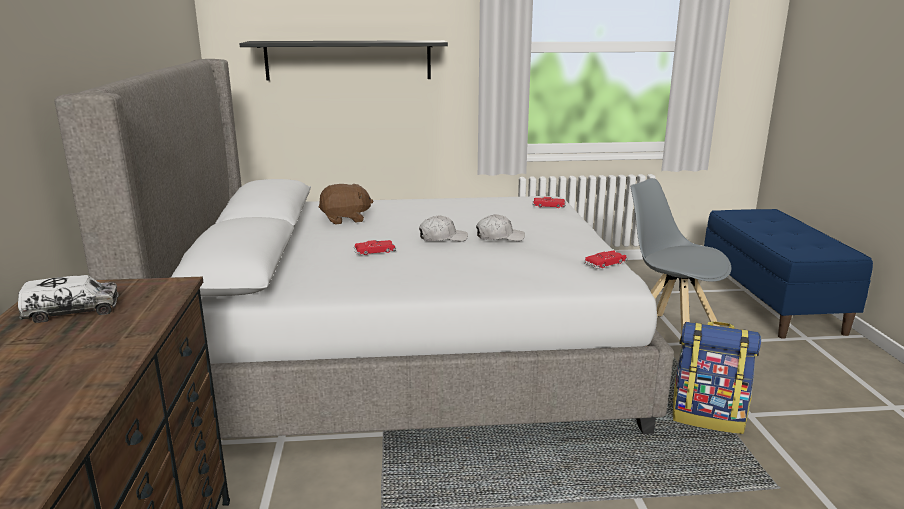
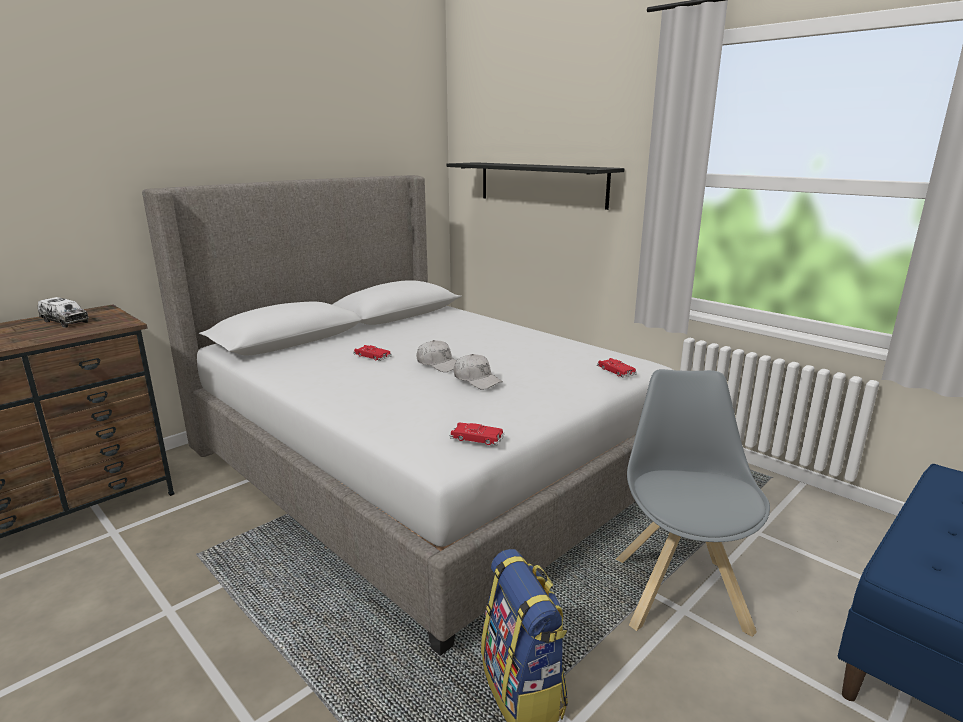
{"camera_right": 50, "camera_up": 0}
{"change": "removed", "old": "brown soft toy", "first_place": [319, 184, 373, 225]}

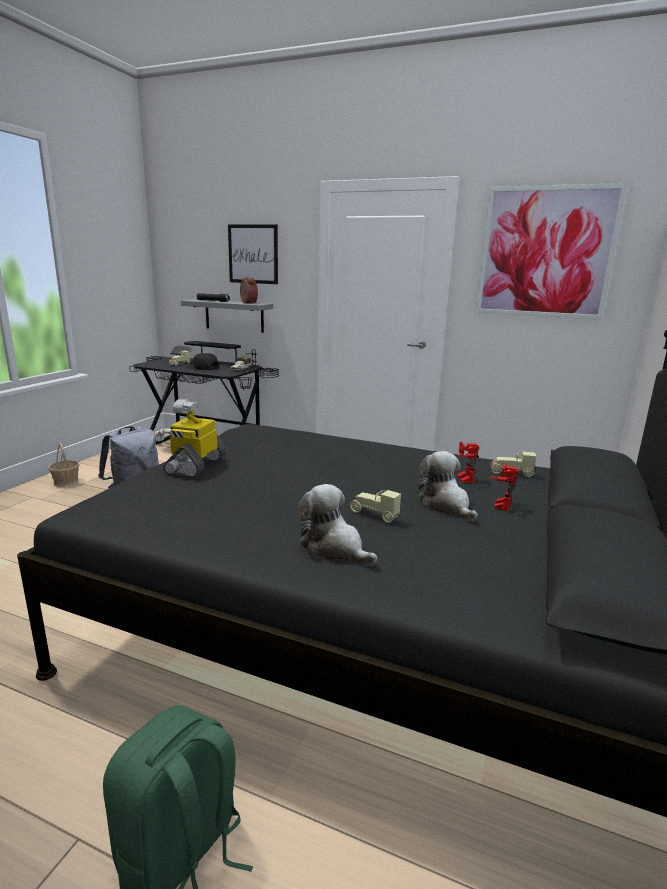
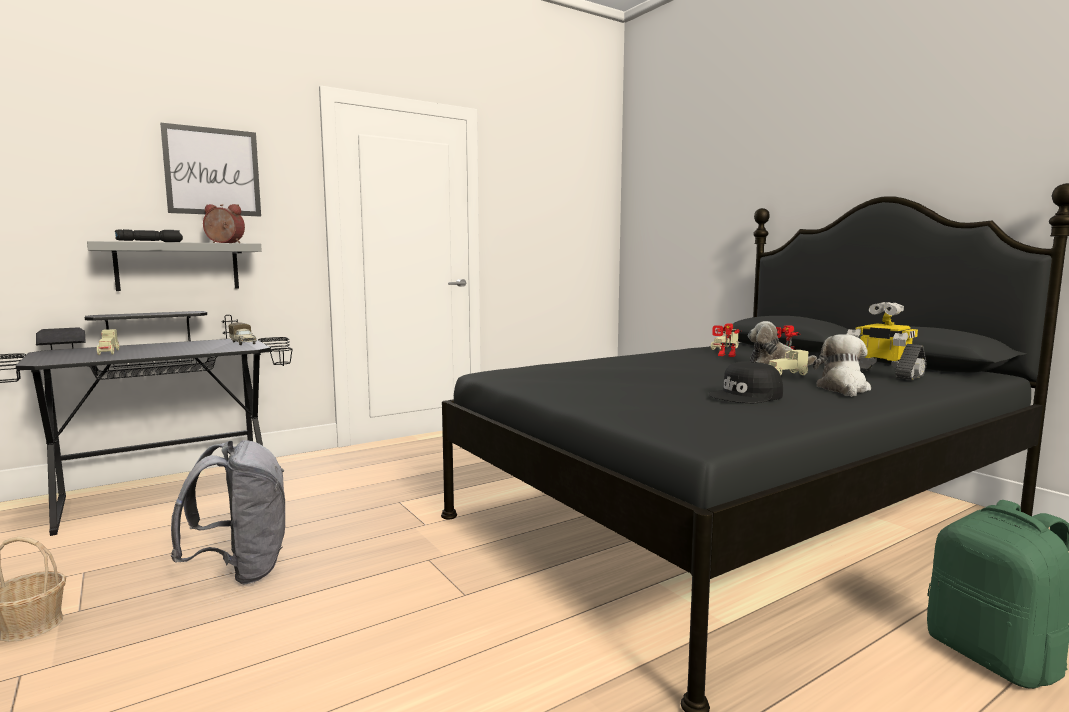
{"camera_right": -55, "camera_up": -10}
{"change": "removed", "old": "picture", "first_place": [476, 183, 628, 320]}
{"change": "moved", "old": "toy robot", "first_place": [156, 399, 226, 478], "second_place": [847, 302, 926, 380]}
{"change": "moved", "old": "black cap", "first_place": [187, 353, 219, 370], "second_place": [708, 361, 783, 403]}
{"change": "turned", "old": "soft toy", "first_place": [298, 484, 377, 566], "second_place": [813, 334, 871, 397], "degrees": 120}

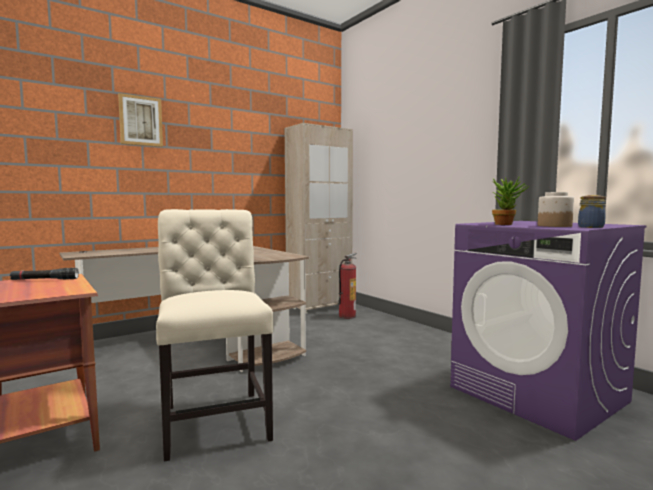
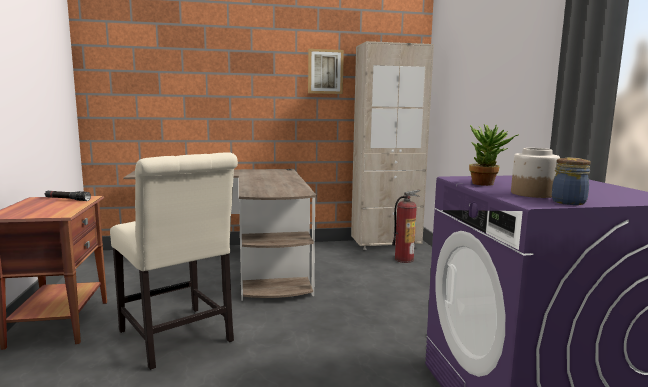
{"camera_right": 25, "camera_up": 5}
{"change": "moved", "old": "picture", "first_place": [118, 93, 163, 147], "second_place": [308, 49, 344, 94]}
{"change": "turned", "old": "sand-coloured upright chair", "first_place": [156, 209, 273, 462], "second_place": [110, 152, 238, 370], "degrees": 135}

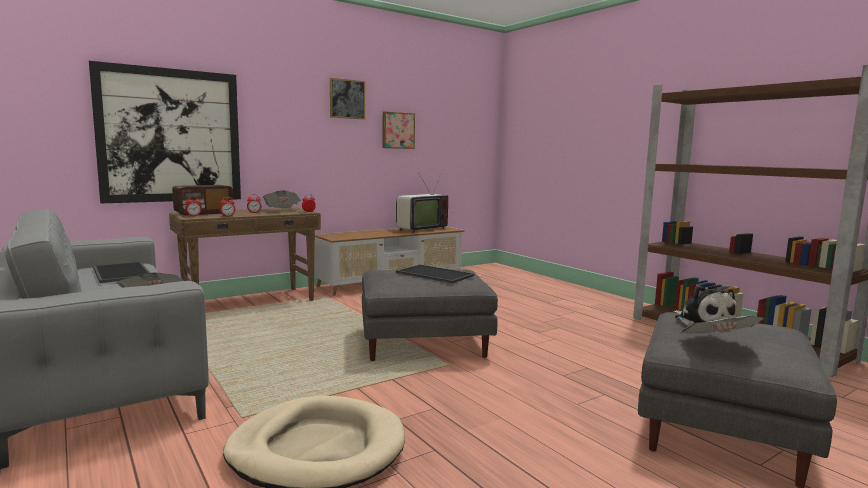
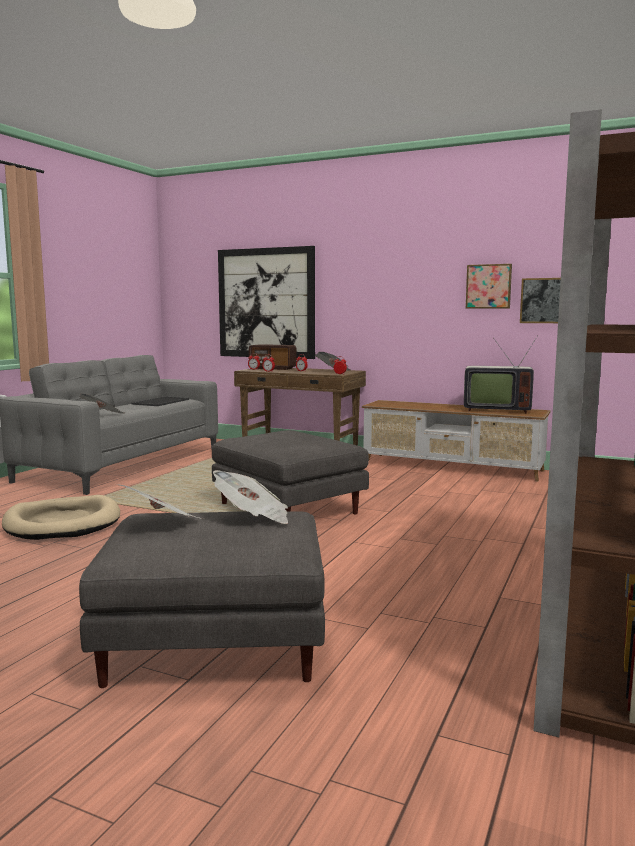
{"camera_right": 60, "camera_up": 0}
{"change": "removed", "old": "tray", "first_place": [396, 264, 474, 283]}
{"change": "moved", "old": "picture", "first_place": [330, 78, 365, 119], "second_place": [520, 278, 561, 323]}
{"change": "replaced", "old": "soft toy", "new": "newspaper", "first_place": [673, 286, 737, 326], "second_place": [213, 470, 288, 524]}

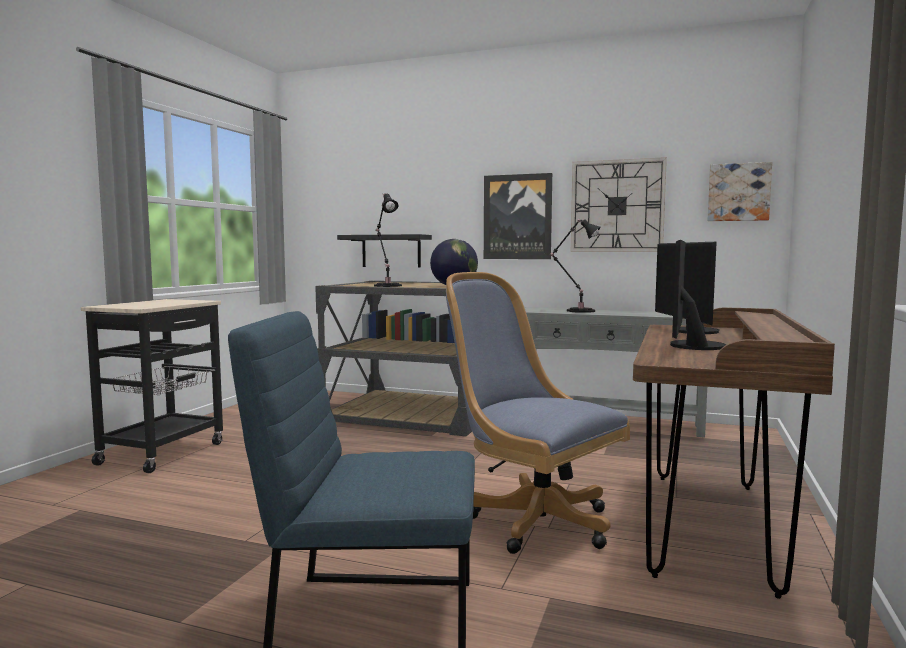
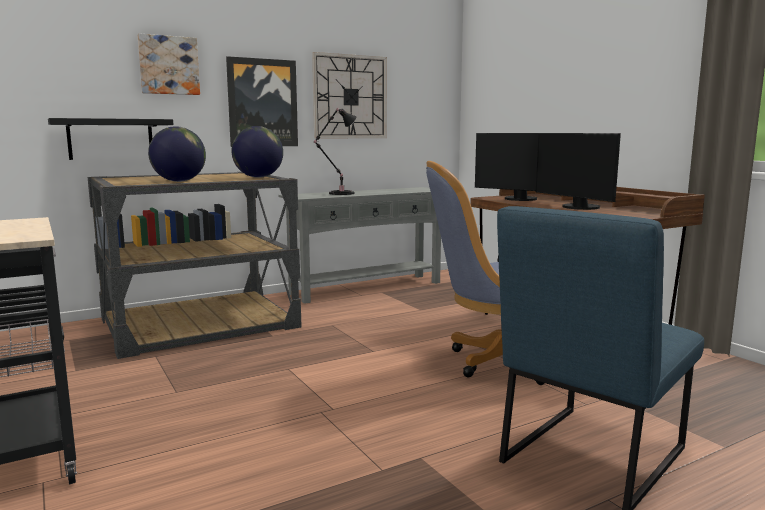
{"camera_right": -50, "camera_up": 5}
{"change": "moved", "old": "picture", "first_place": [708, 162, 772, 221], "second_place": [137, 33, 200, 95]}
{"change": "replaced", "old": "black lamp for a table", "new": "globe", "first_place": [374, 193, 402, 287], "second_place": [148, 127, 206, 182]}

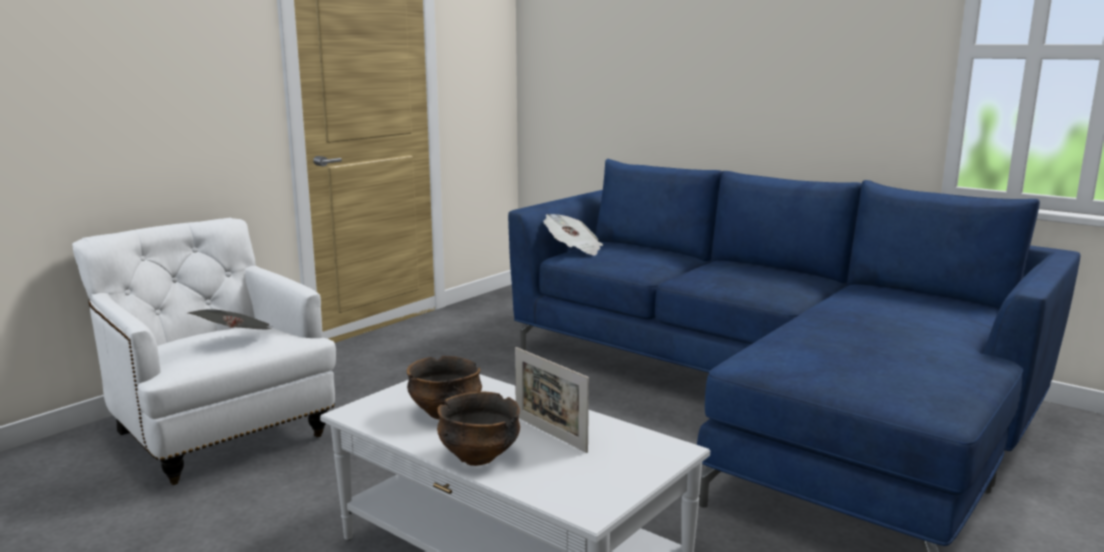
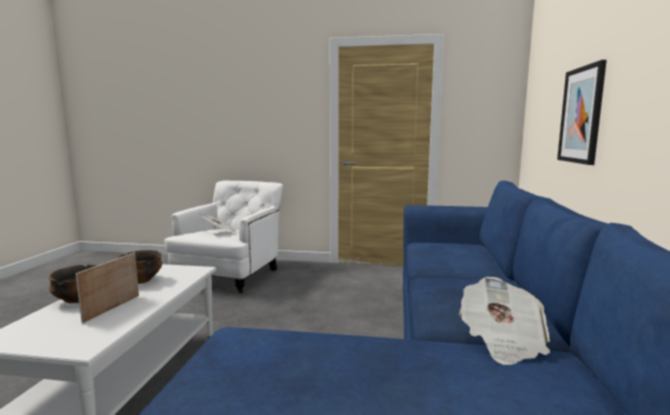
{"camera_right": 60, "camera_up": -5}
{"change": "added", "new": "picture", "second_place": [557, 60, 607, 165]}
{"change": "moved", "old": "newspaper", "first_place": [543, 214, 603, 256], "second_place": [459, 277, 550, 365]}

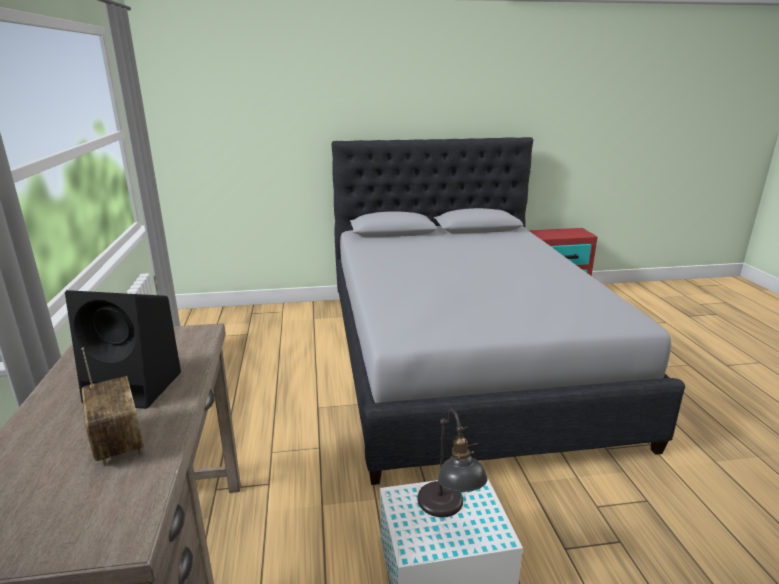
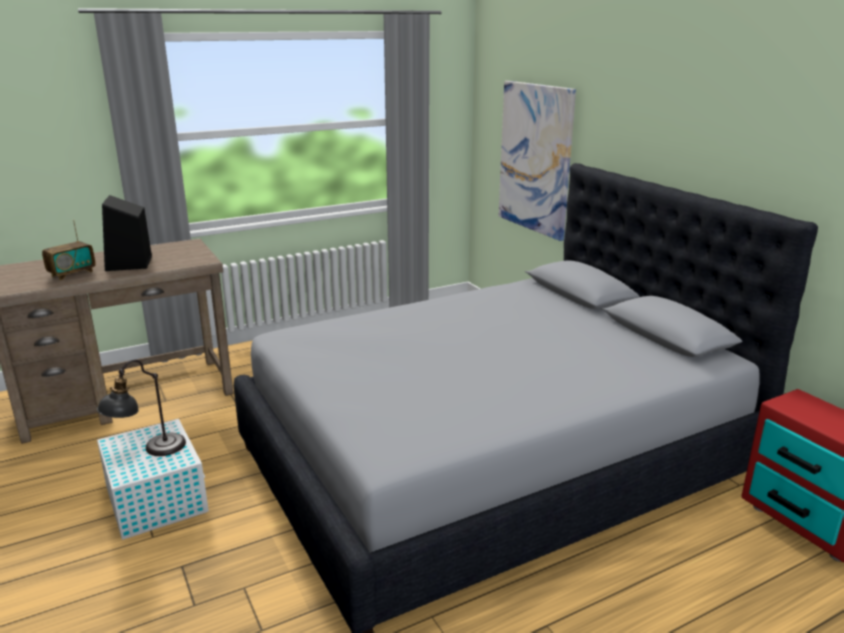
{"camera_right": 70, "camera_up": 0}
{"change": "added", "new": "picture", "second_place": [499, 81, 576, 241]}

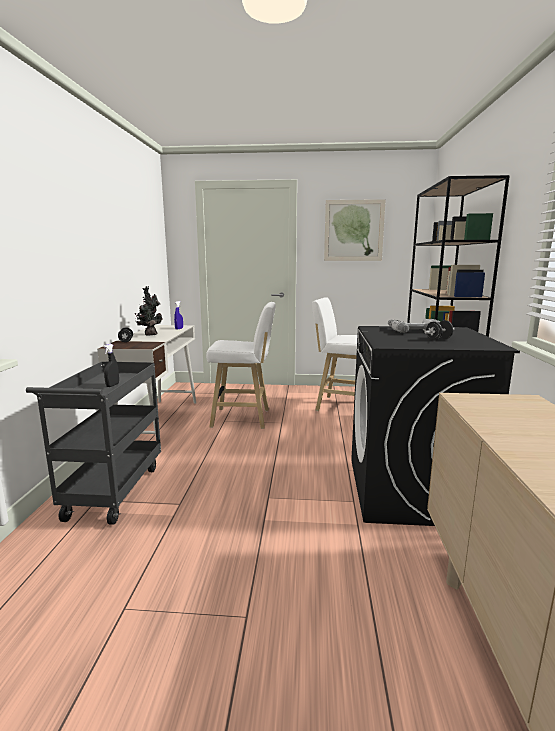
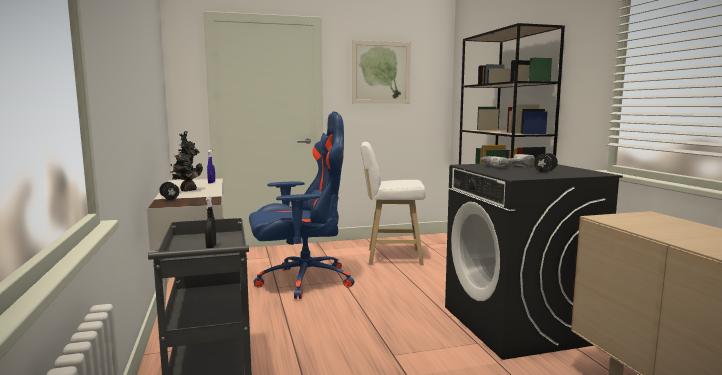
{"camera_right": -20, "camera_up": -5}
{"change": "replaced", "old": "white-coloured sitting stool", "new": "blue office chair", "first_place": [206, 302, 276, 429], "second_place": [249, 112, 355, 299]}

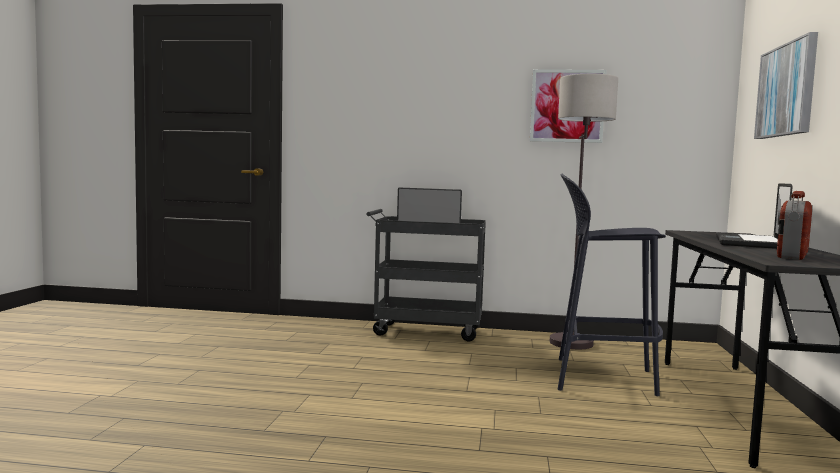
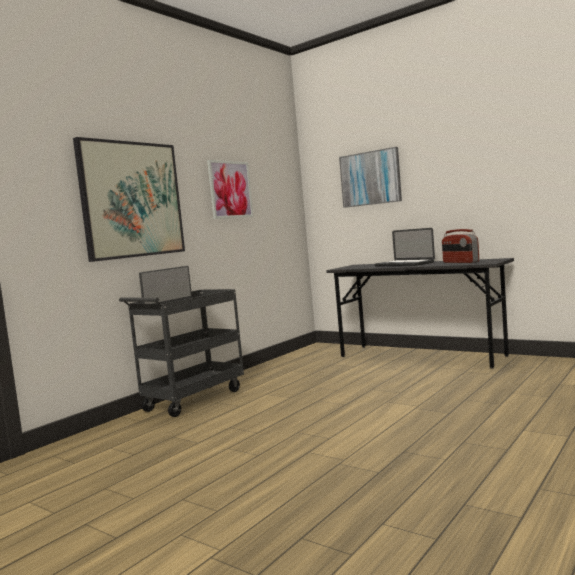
{"camera_right": -60, "camera_up": 0}
{"change": "removed", "old": "greyish standing lamp", "first_place": [550, 74, 618, 349]}
{"change": "removed", "old": "greyish sitting stool", "first_place": [557, 174, 666, 396]}
{"change": "added", "new": "picture", "second_place": [73, 137, 185, 262]}

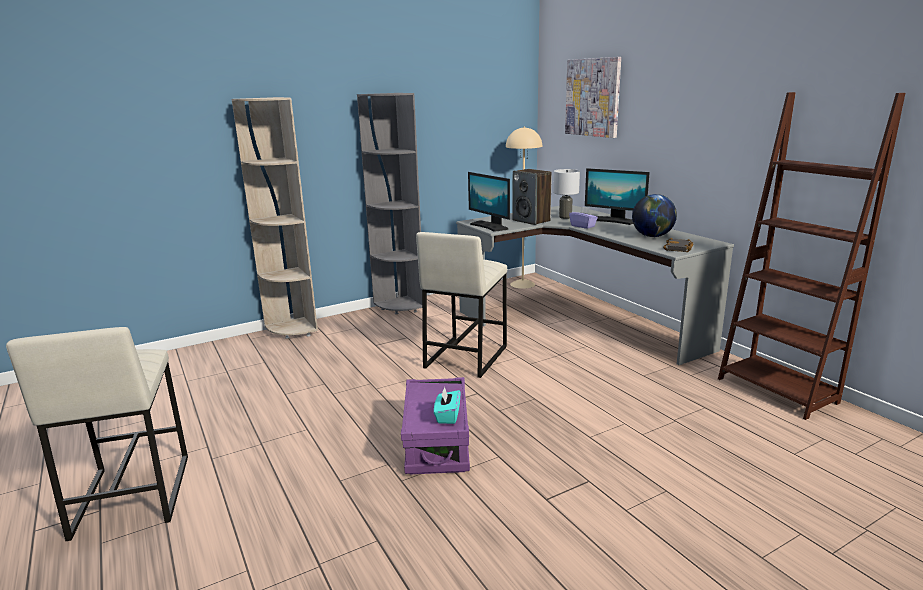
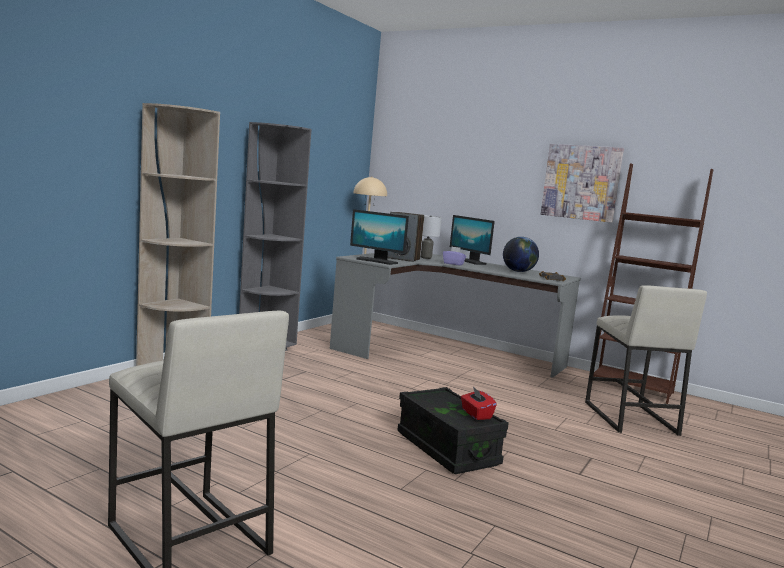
{"camera_right": -30, "camera_up": -10}
{"change": "moved", "old": "sand-coloured sitting stool", "first_place": [416, 232, 507, 378], "second_place": [585, 285, 707, 436]}
{"change": "moved", "old": "picture", "first_place": [565, 57, 621, 138], "second_place": [541, 144, 624, 223]}
{"change": "recoloured", "old": "purple storage container", "new": "black storage container", "first_place": [401, 377, 470, 474], "second_place": [398, 387, 509, 474]}
{"change": "recoloured", "old": "turquoise-coloured box of tissues", "new": "reddish box of tissues", "first_place": [434, 387, 460, 424], "second_place": [461, 387, 497, 420]}
{"change": "turned", "old": "monitor", "first_place": [585, 168, 650, 225], "second_place": [450, 215, 495, 265], "degrees": 45}

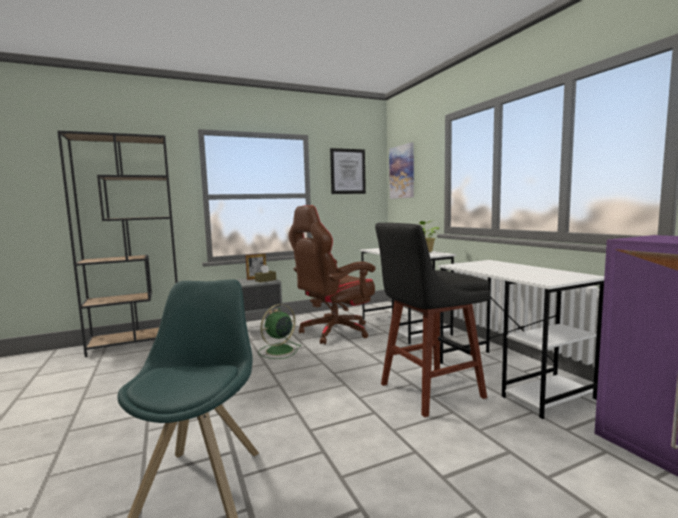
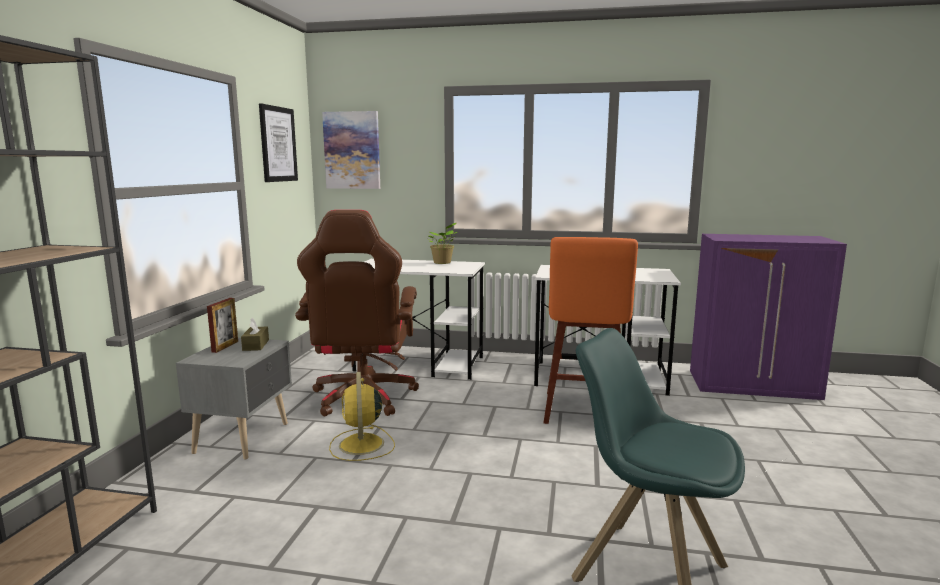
{"camera_right": -55, "camera_up": 5}
{"change": "recoloured", "old": "green cooling fan", "new": "yellowish cooling fan", "first_place": [258, 304, 301, 359], "second_place": [329, 372, 395, 461]}
{"change": "recoloured", "old": "black sitting stool", "new": "orange-coloured sitting stool", "first_place": [375, 223, 490, 417], "second_place": [544, 237, 638, 424]}

